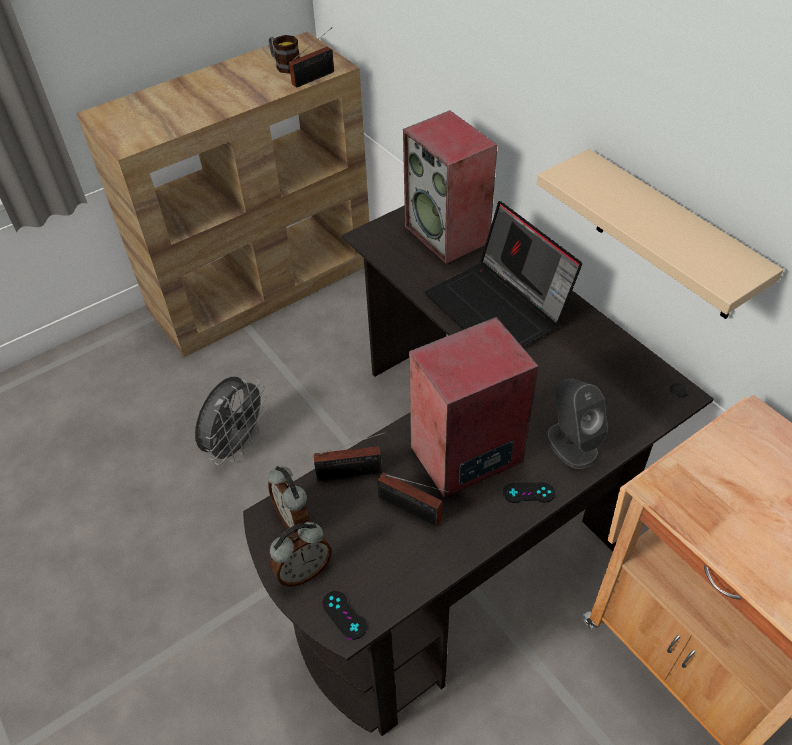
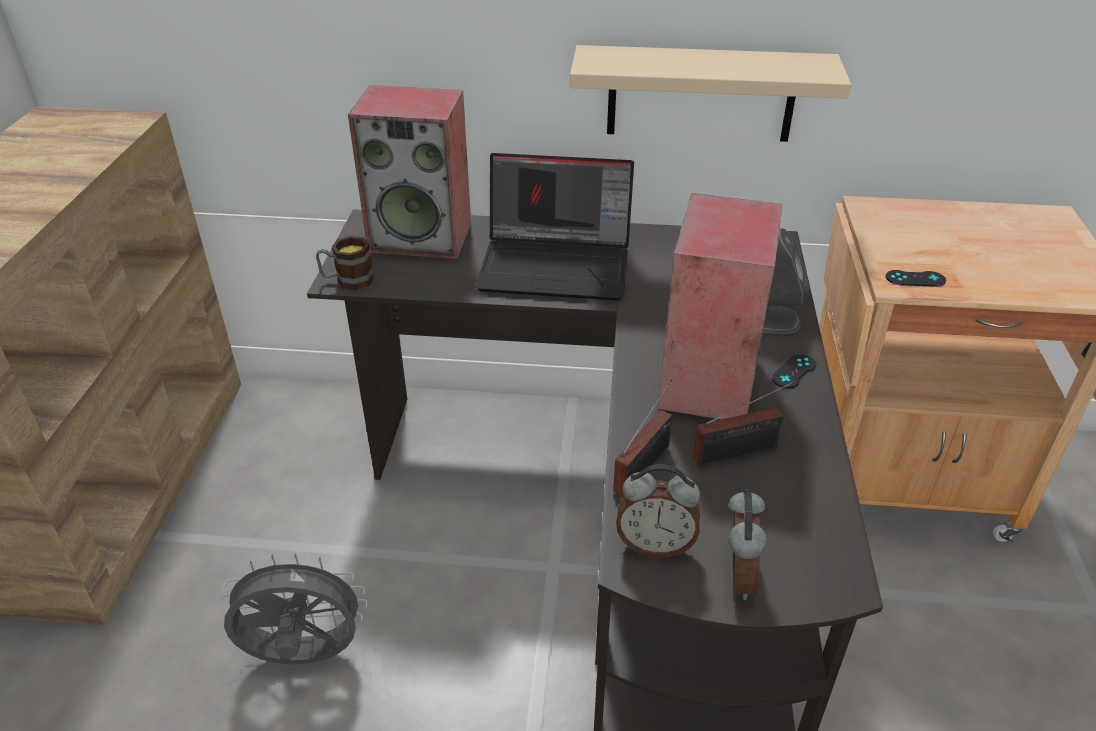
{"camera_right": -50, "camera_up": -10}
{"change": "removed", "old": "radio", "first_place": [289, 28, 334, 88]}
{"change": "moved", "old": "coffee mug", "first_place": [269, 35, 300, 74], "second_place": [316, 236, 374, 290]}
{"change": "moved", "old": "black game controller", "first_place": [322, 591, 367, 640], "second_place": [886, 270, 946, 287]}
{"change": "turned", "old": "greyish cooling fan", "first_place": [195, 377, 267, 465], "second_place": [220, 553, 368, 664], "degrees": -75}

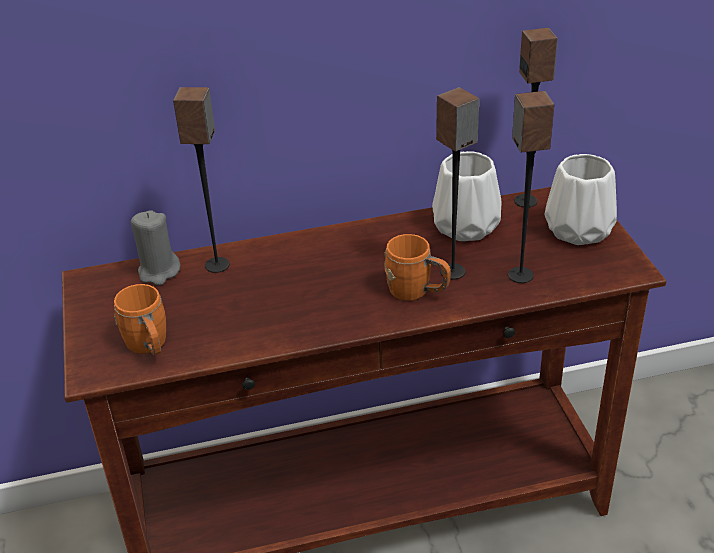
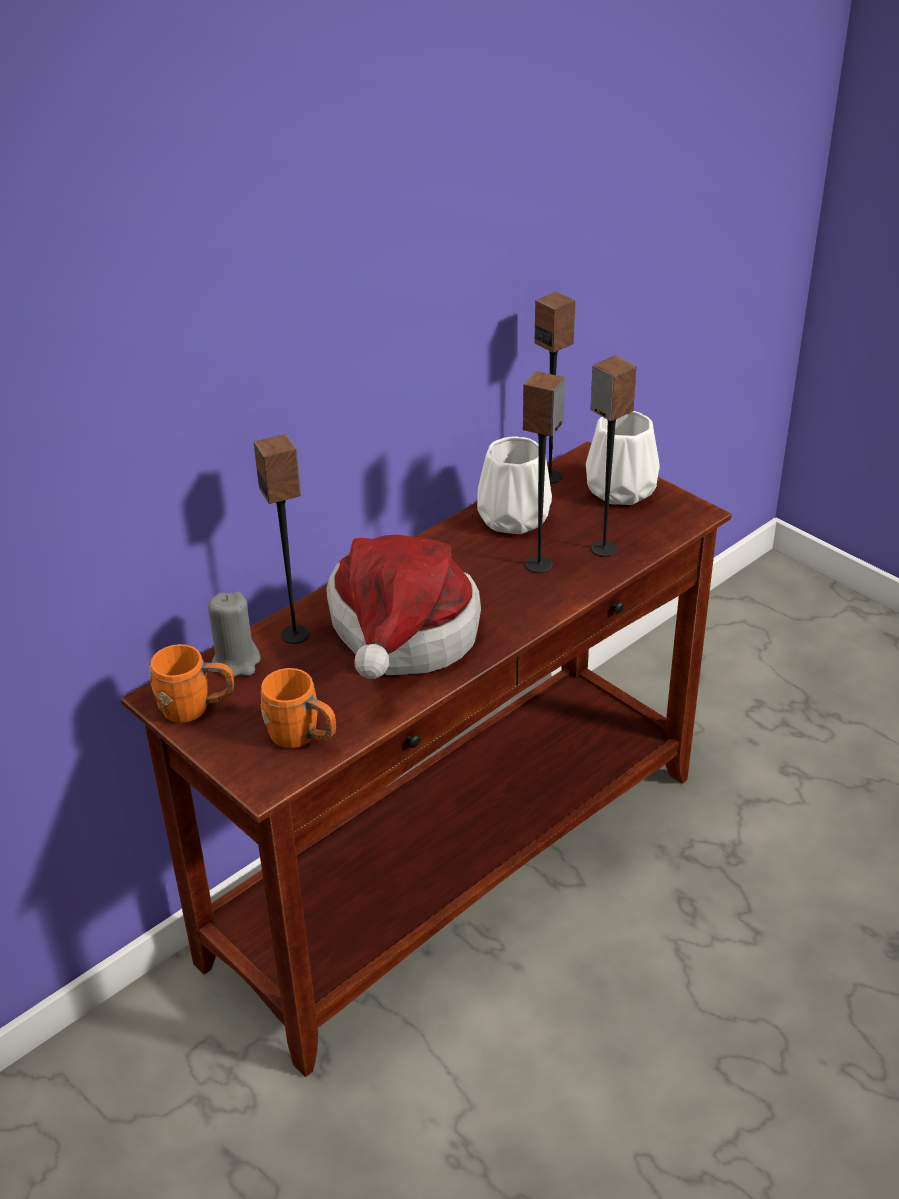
{"camera_right": -30, "camera_up": 0}
{"change": "added", "new": "clothing hat", "second_place": [326, 535, 481, 679]}
{"change": "moved", "old": "orange-coloured coffee mug", "first_place": [384, 234, 451, 301], "second_place": [149, 644, 234, 723]}

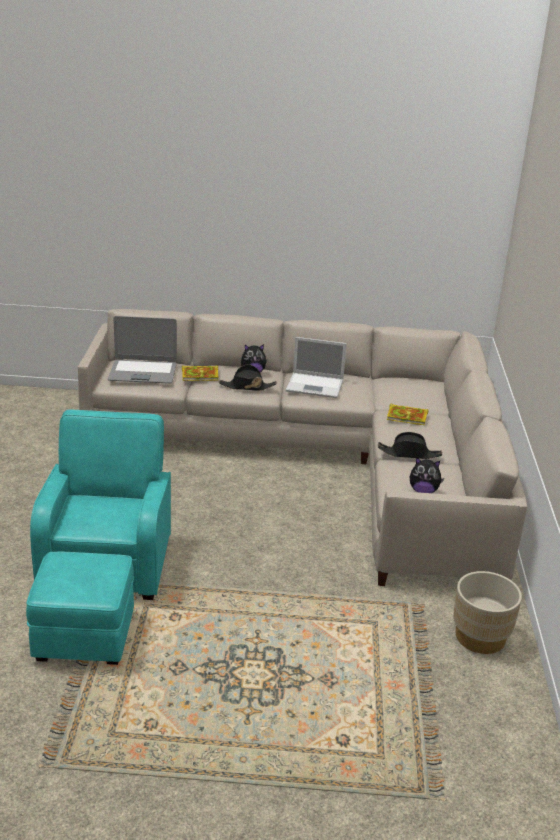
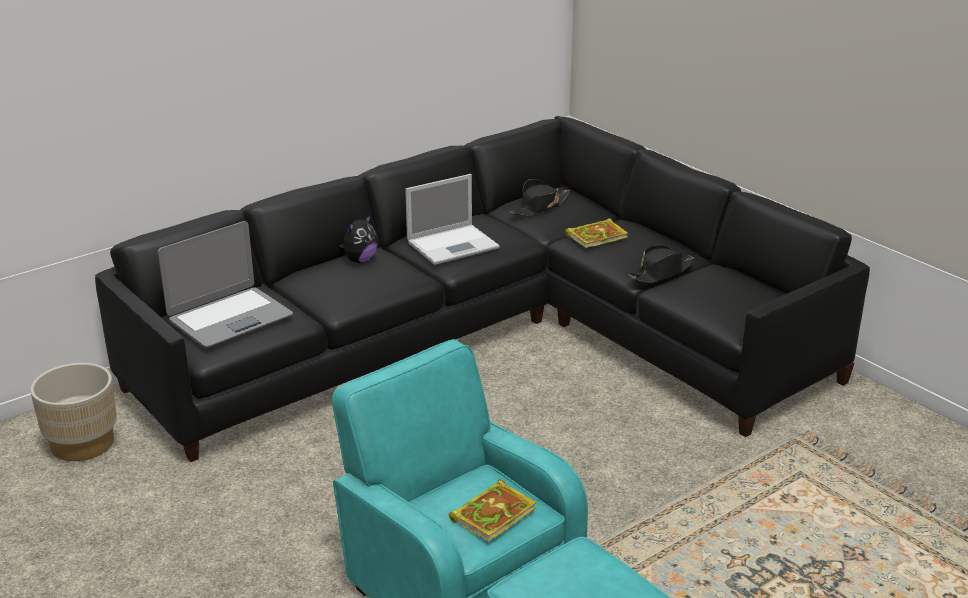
{"camera_right": -40, "camera_up": 0}
{"change": "removed", "old": "soft toy", "first_place": [410, 457, 444, 493]}
{"change": "moved", "old": "bound book", "first_place": [182, 365, 219, 381], "second_place": [449, 479, 537, 542]}
{"change": "moved", "old": "black clothing hat", "first_place": [219, 364, 277, 391], "second_place": [509, 179, 570, 216]}
{"change": "moved", "old": "sand-coloured planter", "first_place": [453, 571, 522, 654], "second_place": [30, 363, 117, 461]}
{"change": "recoloured", "old": "sand-coloured sofa", "new": "black sofa", "first_place": [78, 309, 527, 586], "second_place": [95, 116, 870, 462]}

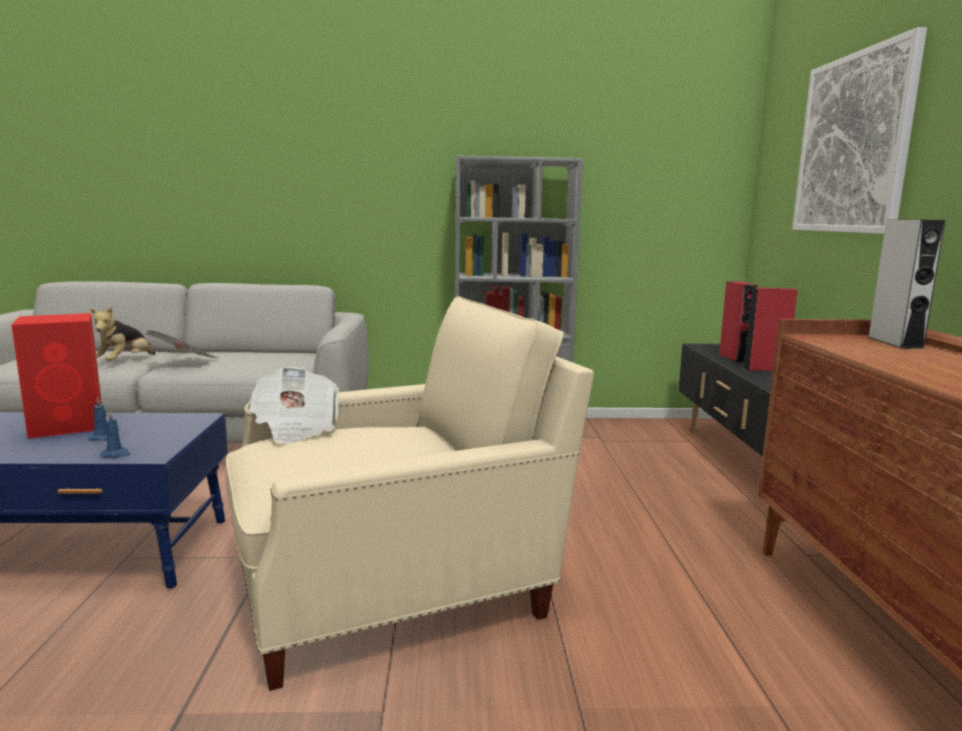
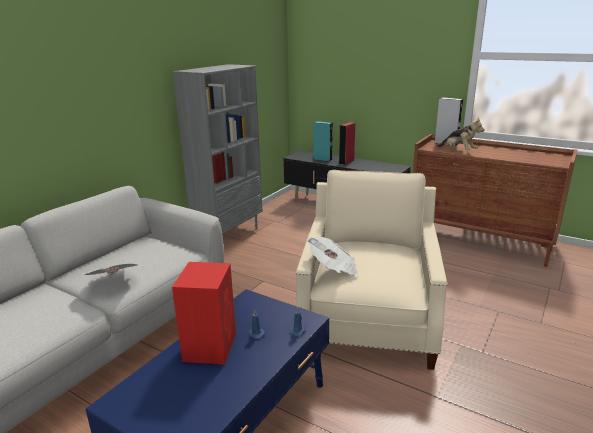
{"camera_right": -55, "camera_up": 10}
{"change": "removed", "old": "picture", "first_place": [792, 27, 927, 234]}
{"change": "moved", "old": "soft toy", "first_place": [90, 306, 155, 361], "second_place": [437, 117, 485, 150]}
{"change": "recoloured", "old": "reddish speaker", "new": "turquoise-coloured speaker", "first_place": [719, 281, 758, 362], "second_place": [313, 121, 333, 162]}

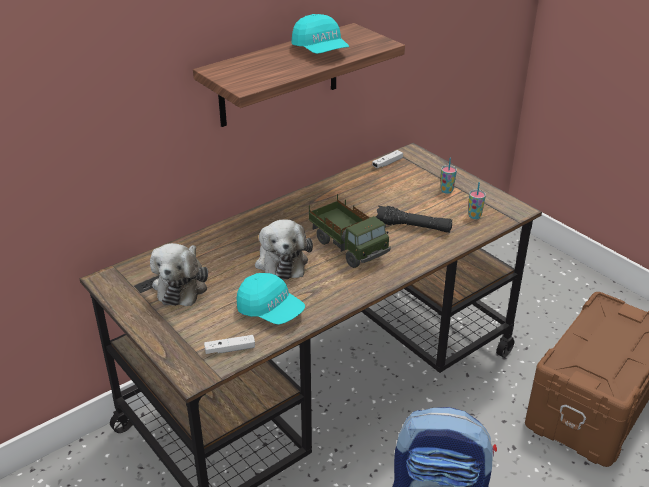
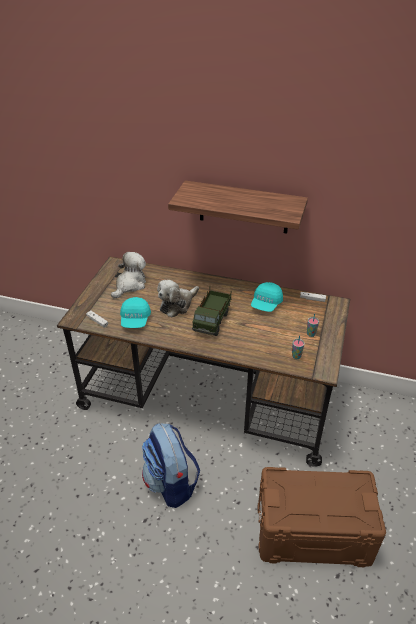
{"camera_right": 55, "camera_up": 5}
{"change": "removed", "old": "black flashlight", "first_place": [376, 206, 452, 233]}
{"change": "moved", "old": "turquoise-coloured cap", "first_place": [292, 14, 349, 54], "second_place": [251, 282, 283, 312]}
{"change": "turned", "old": "soft toy", "first_place": [150, 243, 208, 306], "second_place": [111, 252, 146, 298], "degrees": 150}

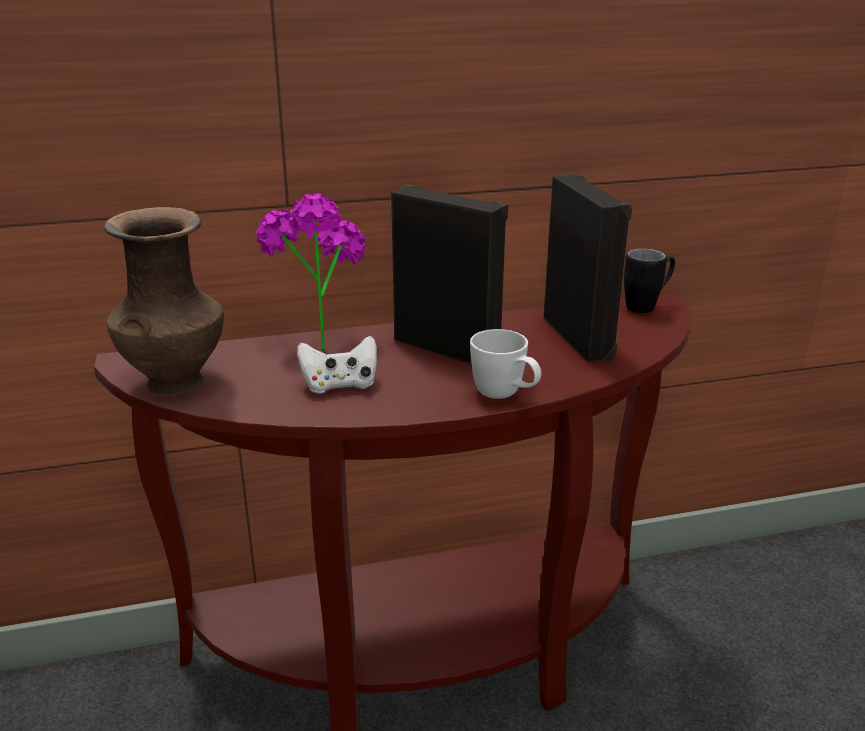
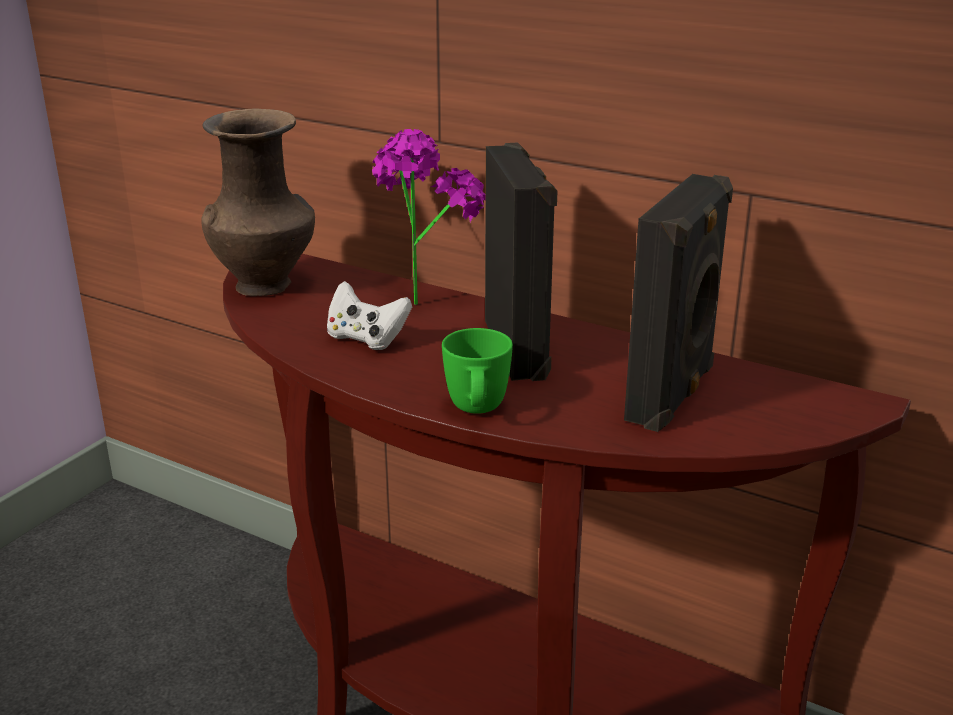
{"camera_right": 45, "camera_up": 0}
{"change": "removed", "old": "black coffee mug", "first_place": [624, 248, 675, 313]}
{"change": "recoloured", "old": "white-coloured coffee mug", "new": "green coffee mug", "first_place": [470, 329, 541, 399], "second_place": [442, 328, 513, 414]}

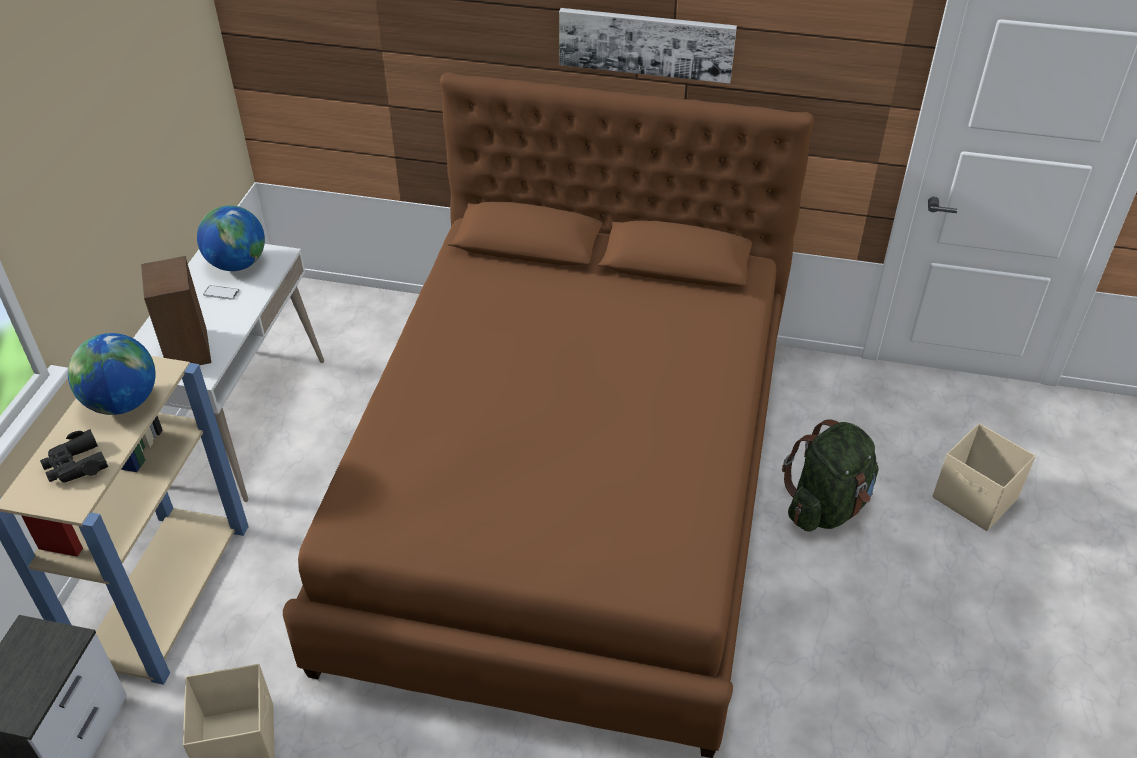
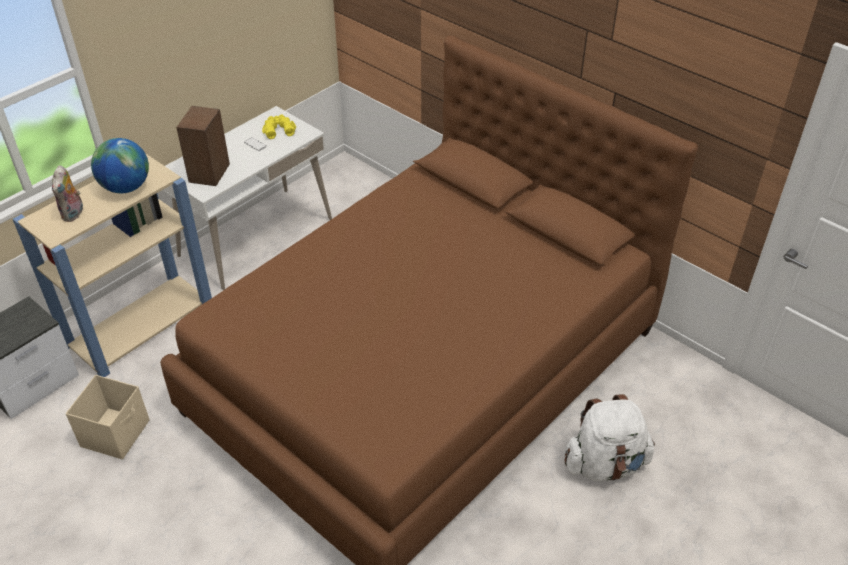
{"camera_right": 30, "camera_up": 0}
{"change": "removed", "old": "picture", "first_place": [559, 8, 737, 84]}
{"change": "removed", "old": "sand-coloured storage container", "first_place": [933, 423, 1036, 531]}
{"change": "replaced", "old": "black binoculars", "new": "soft toy", "first_place": [40, 429, 108, 482], "second_place": [52, 165, 83, 222]}
{"change": "replaced", "old": "globe", "new": "yellowish binoculars", "first_place": [197, 205, 265, 271], "second_place": [262, 115, 296, 139]}
{"change": "recoloured", "old": "green knapsack", "new": "white-coloured knapsack", "first_place": [782, 419, 879, 532], "second_place": [564, 394, 655, 481]}

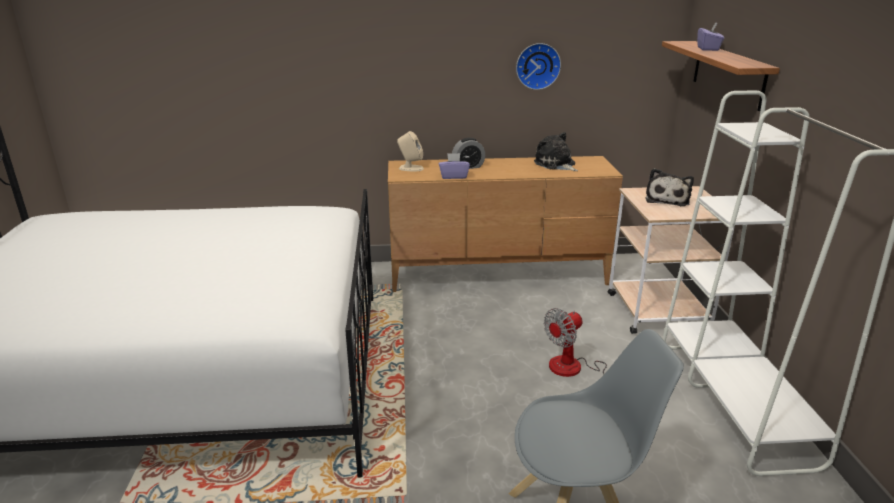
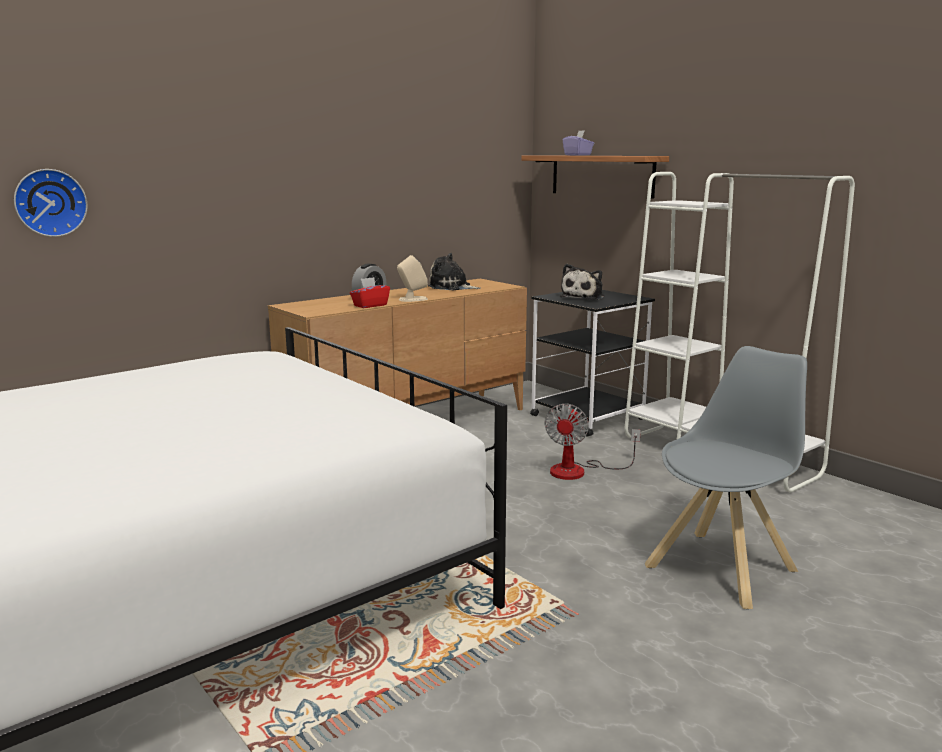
{"camera_right": -35, "camera_up": -10}
{"change": "moved", "old": "sand-coloured speaker", "first_place": [397, 131, 424, 172], "second_place": [397, 255, 428, 302]}
{"change": "moved", "old": "wall clock", "first_place": [516, 43, 561, 90], "second_place": [14, 169, 88, 237]}
{"change": "recoloured", "old": "purple box of tissues", "new": "reddish box of tissues", "first_place": [439, 153, 470, 179], "second_place": [350, 277, 390, 308]}
{"change": "recoloured", "old": "sand-coloured trolley", "new": "black trolley", "first_place": [608, 186, 735, 334], "second_place": [530, 290, 655, 437]}
{"change": "turned", "old": "soft toy", "first_place": [645, 168, 694, 206], "second_place": [560, 264, 604, 300], "degrees": 45}

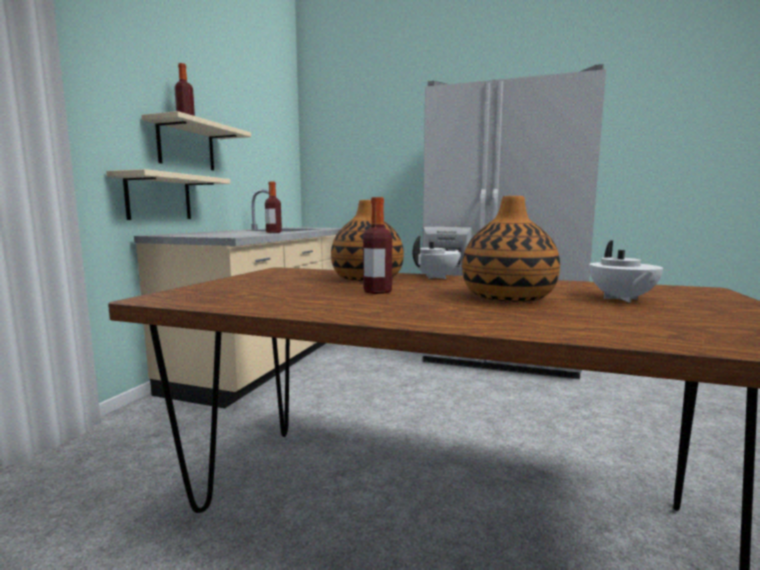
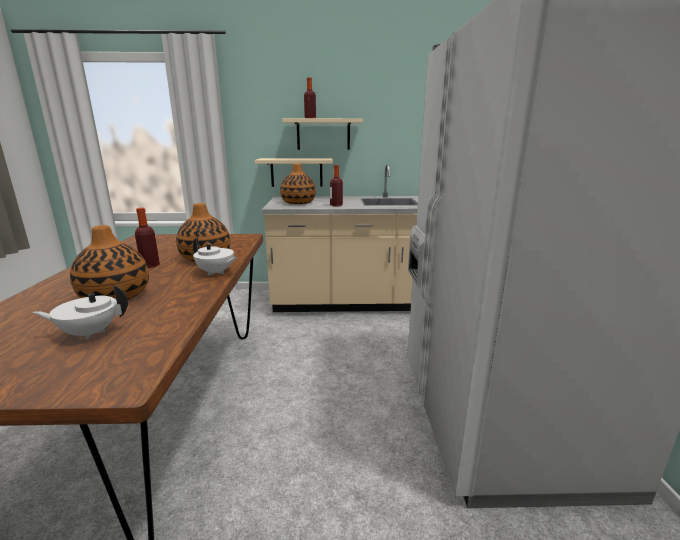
{"camera_right": 70, "camera_up": 10}
{"change": "added", "new": "flower vase", "second_place": [280, 164, 316, 204]}

